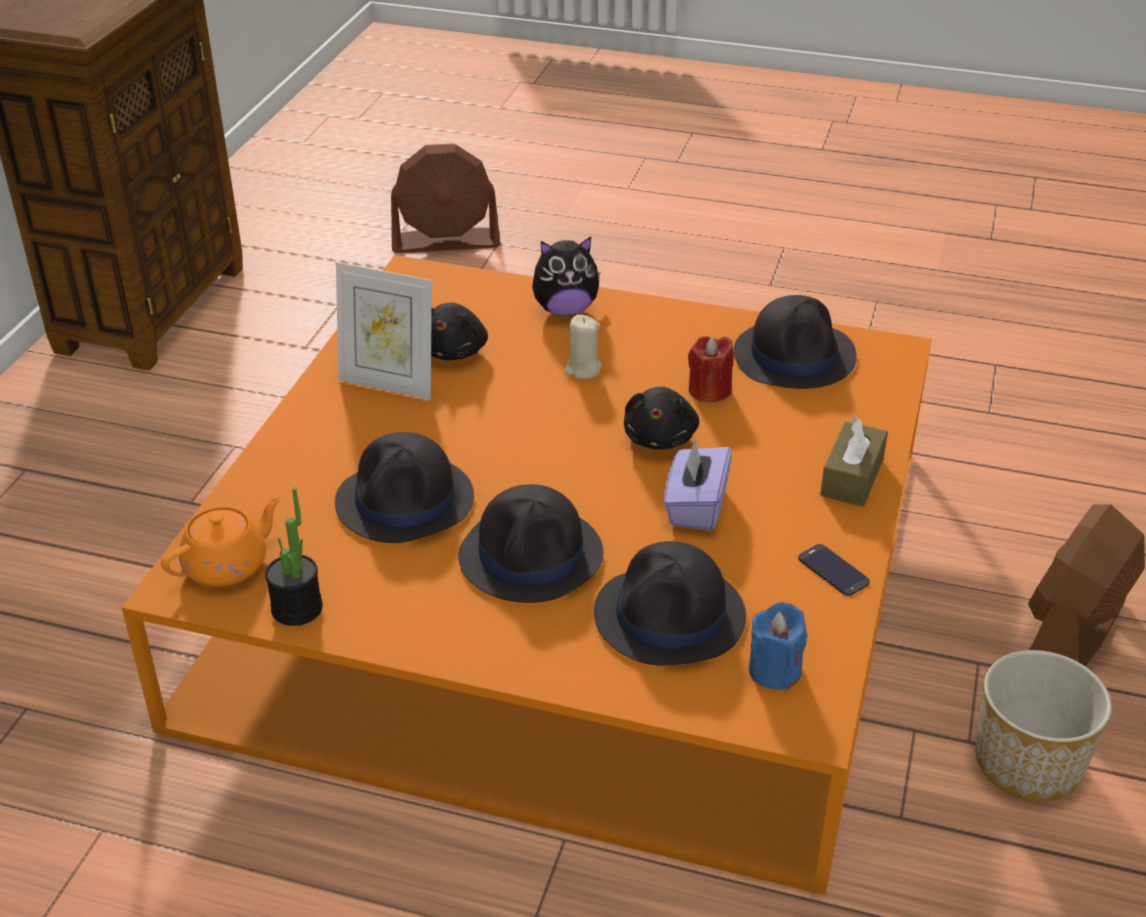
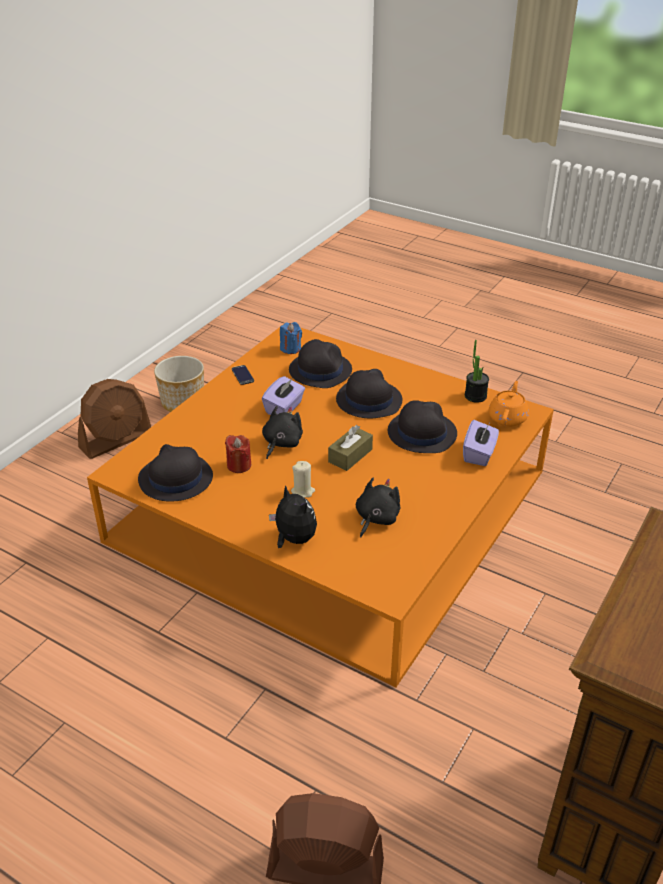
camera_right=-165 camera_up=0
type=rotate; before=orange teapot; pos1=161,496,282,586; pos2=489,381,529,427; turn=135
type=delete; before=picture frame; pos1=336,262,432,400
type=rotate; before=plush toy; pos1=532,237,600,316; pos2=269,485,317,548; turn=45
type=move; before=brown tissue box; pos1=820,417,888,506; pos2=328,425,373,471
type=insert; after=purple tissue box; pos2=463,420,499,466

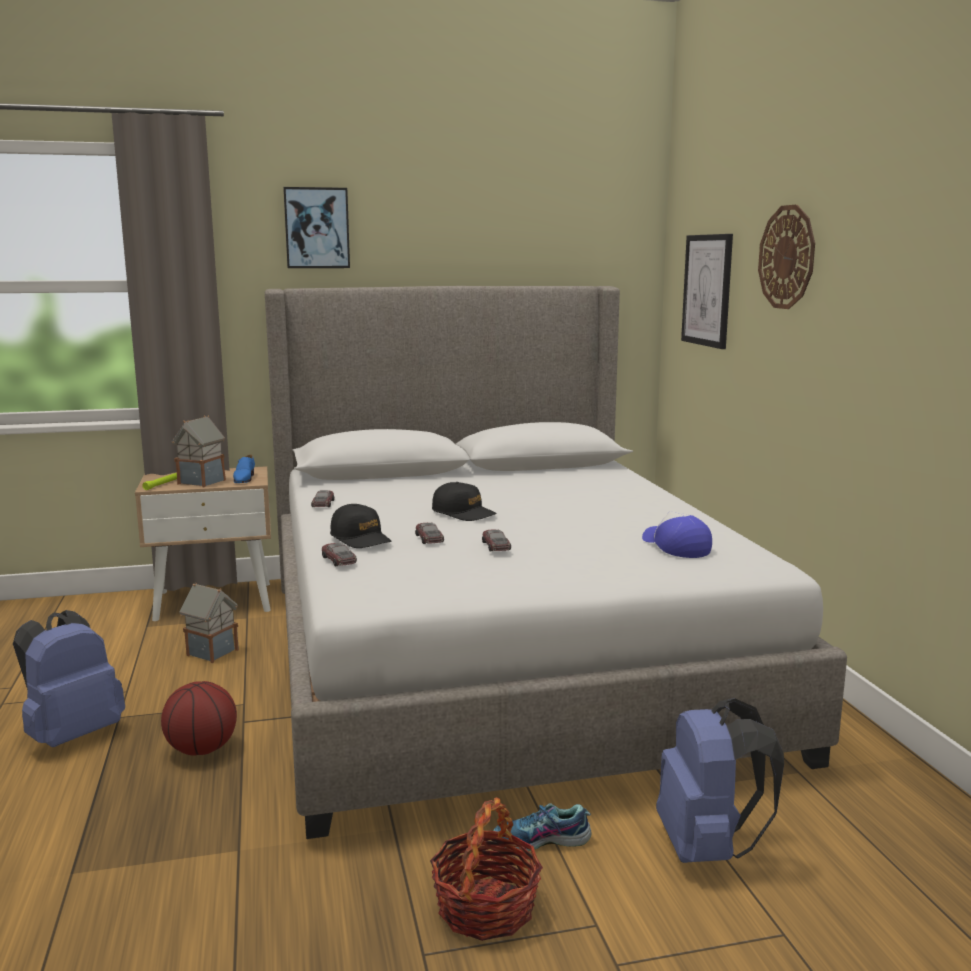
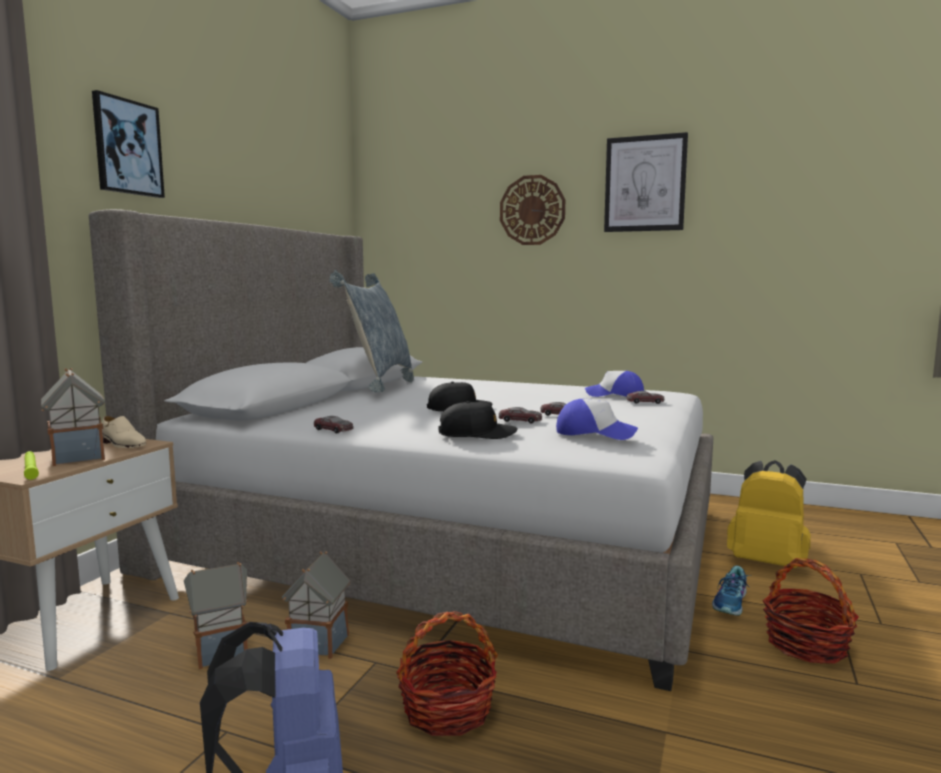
camera_right=-55 camera_up=-5
type=replace; before=basketball; after=basket; pos1=161,681,237,756; pos2=396,611,498,736
type=recolor; before=blue shoe; after=beige shoe; pos1=233,455,255,483; pos2=102,416,146,448
type=move; before=toy car; pos1=322,543,357,567; pos2=627,391,664,404
type=recolor; before=blue backpack; after=yellow backpack; pos1=656,698,784,863; pos2=727,460,811,568
type=move; before=picture; pos1=681,234,733,349; pos2=604,132,688,232
type=insert; after=toy house; pos2=282,551,351,659
type=insert; after=pillow; pos2=330,270,414,393
type=insert; after=cap; pos2=556,399,638,440

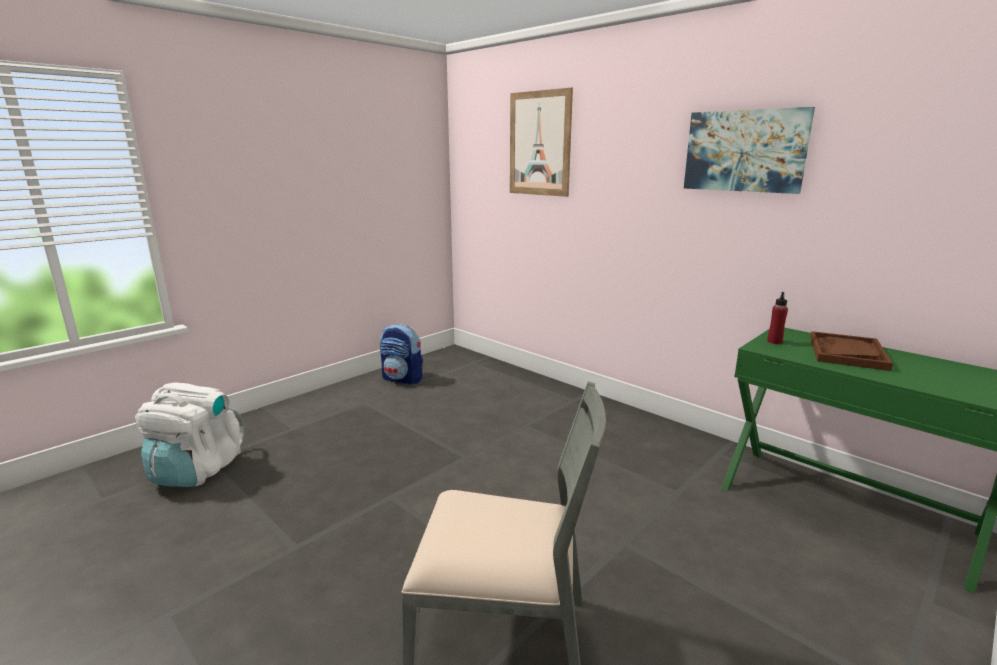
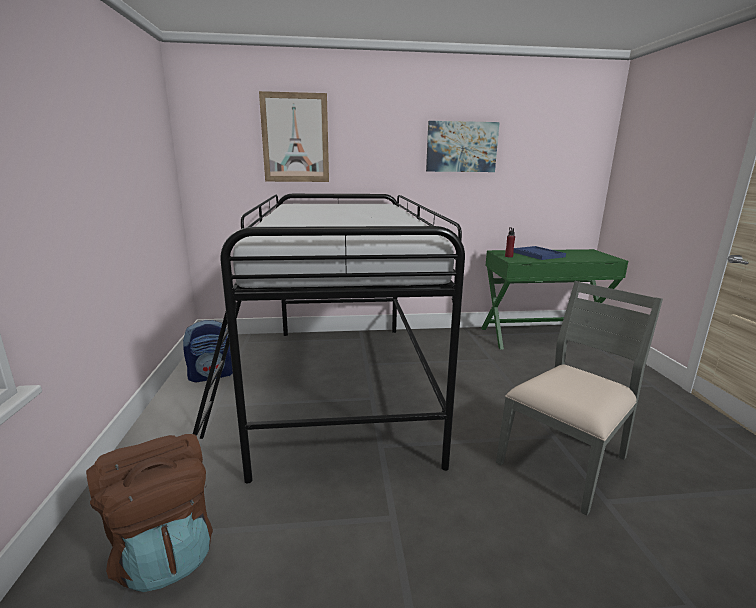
camera_right=-50 camera_up=0
type=recolor; before=white backpack; after=brown backpack; pos1=135,382,245,487; pos2=86,434,213,592
type=recolor; before=brown tray; after=blue tray; pos1=810,331,893,371; pos2=514,246,566,260
type=insert; after=black bed; pos2=193,194,465,484

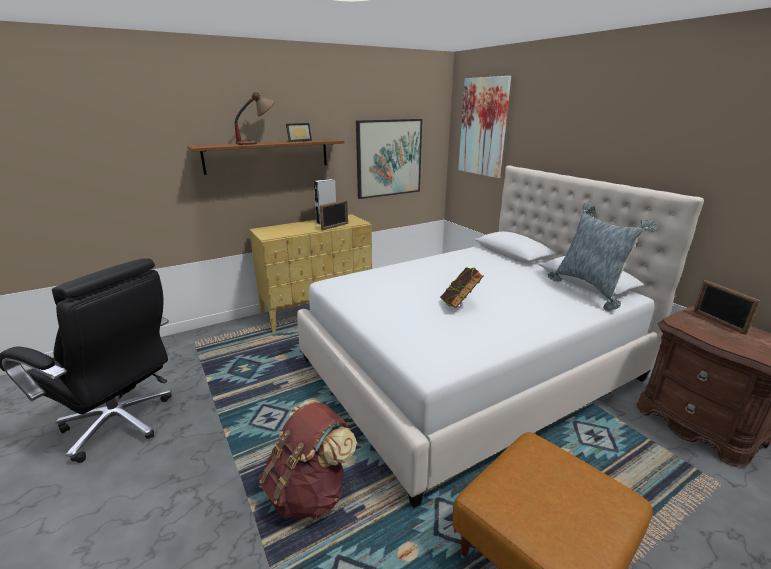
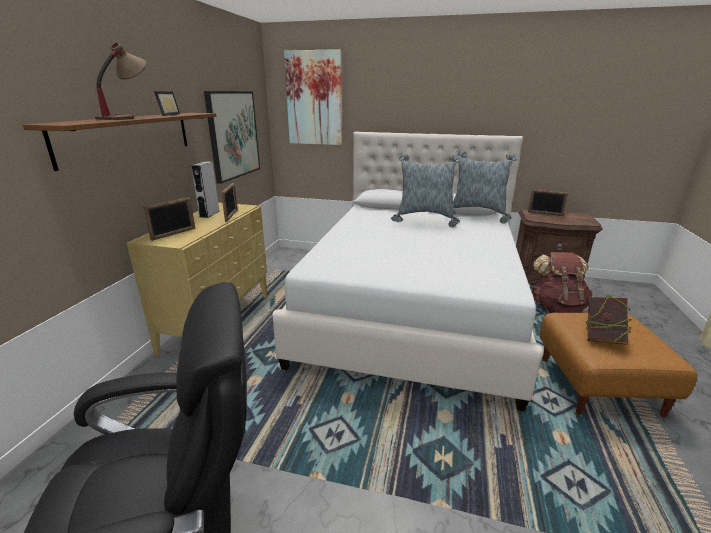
camera_right=-45 camera_up=0
type=move; before=brown backpack; pos1=259,399,357,519; pos2=531,252,593,313
type=move; before=book; pos1=440,267,484,308; pos2=586,295,632,345
type=insert; after=picture frame; pos2=143,197,195,241
type=insert; after=pillow; pos2=391,153,461,227

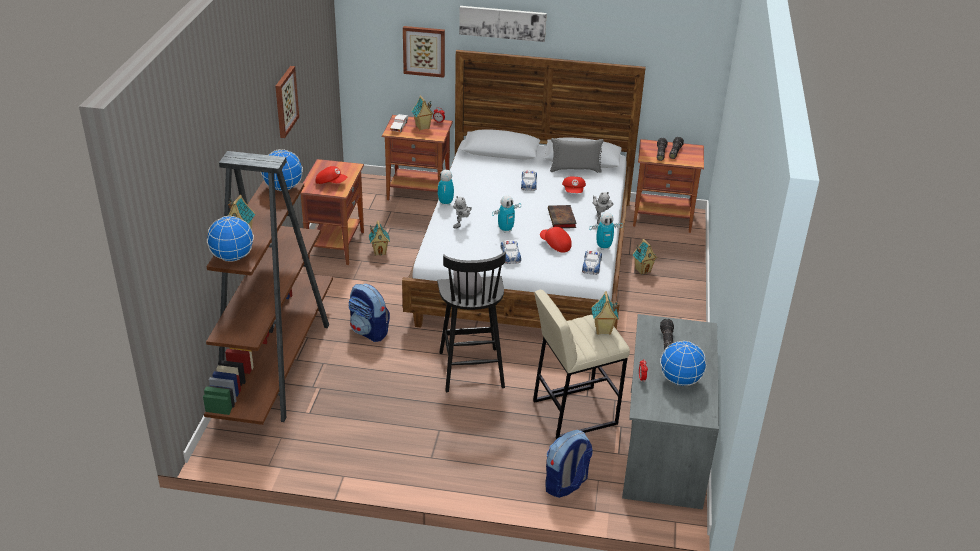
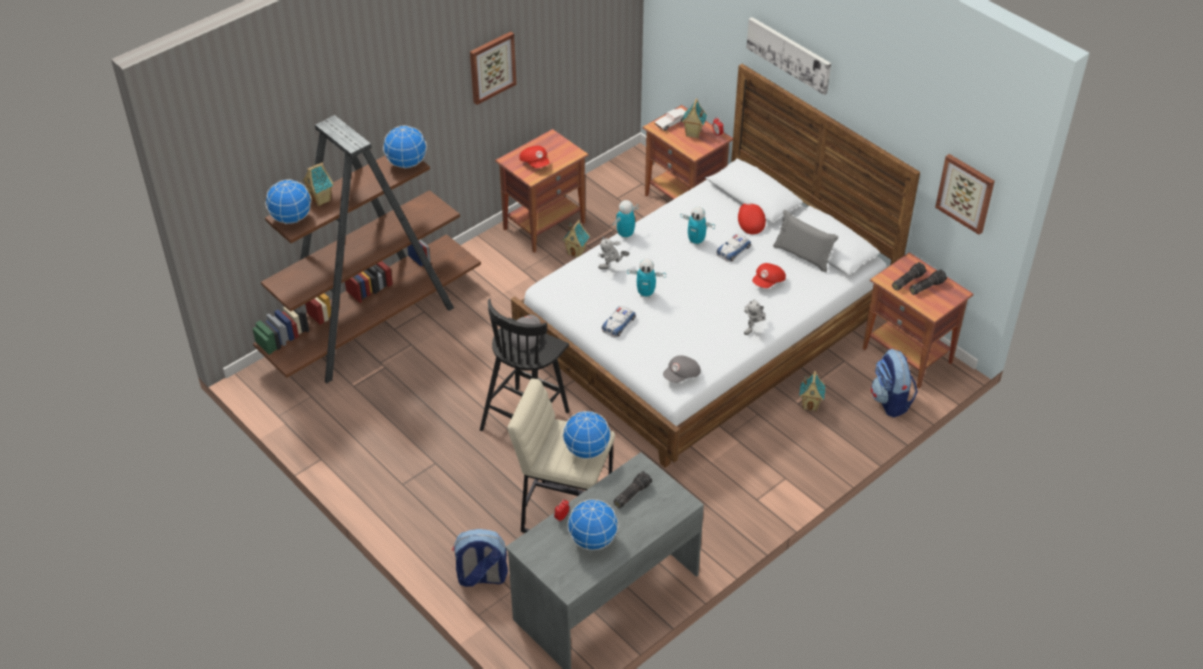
camera_right=40 camera_up=10
type=move; before=backpack; pos1=349,284,390,342; pos2=871,349,918,417
type=move; before=picture; pos1=403,26,445,78; pos2=935,154,995,235
type=move; before=red cap; pos1=540,227,572,253; pos2=738,203,766,234
type=delete; before=book; pos1=548,205,577,228
type=replace; before=toy car; after=grey cap; pos1=582,250,602,275; pos2=663,355,701,383
type=move; before=toy robot; pos1=589,212,623,250; pos2=680,206,715,246
type=replace; before=toy house; after=globe; pos1=591,291,619,335; pos2=562,411,611,459

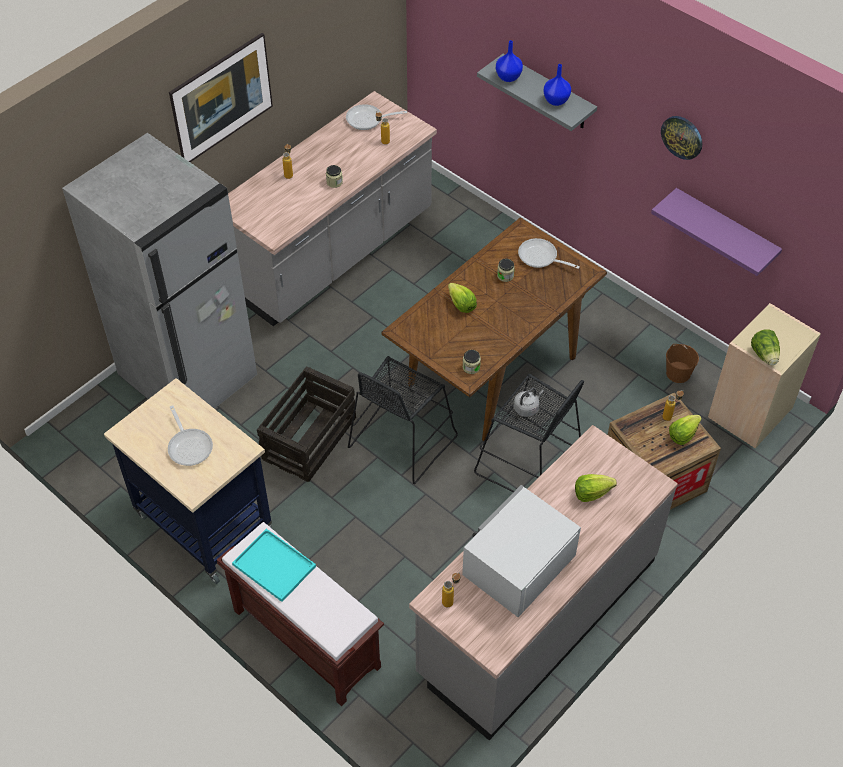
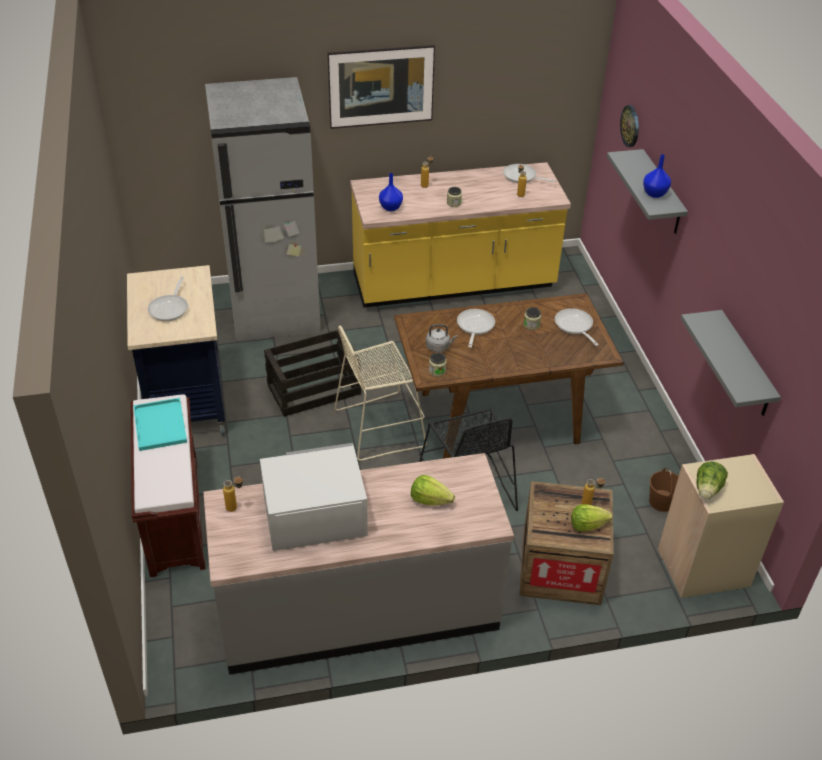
camera_right=35 camera_up=-10
type=recolor; before=grey counter; after=yellow counter; pos1=228,91,437,326; pos2=350,162,571,308
type=recolor; before=black stool; after=beige stool; pos1=348,356,458,484; pos2=334,326,427,461
type=replace; before=lettuce; after=frying pan; pos1=448,283,477,313; pos2=457,309,495,348
type=move; before=blue vase; pos1=496,40,523,82; pos2=379,173,403,211
type=move; before=grey kettle; pos1=514,388,544,417; pos2=426,324,457,352
type=recolor; before=purple shelf; after=grey shelf; pos1=651,188,782,276; pos2=681,310,781,416
type=move; before=wall clock; pos1=661,116,702,160; pos2=620,105,639,147

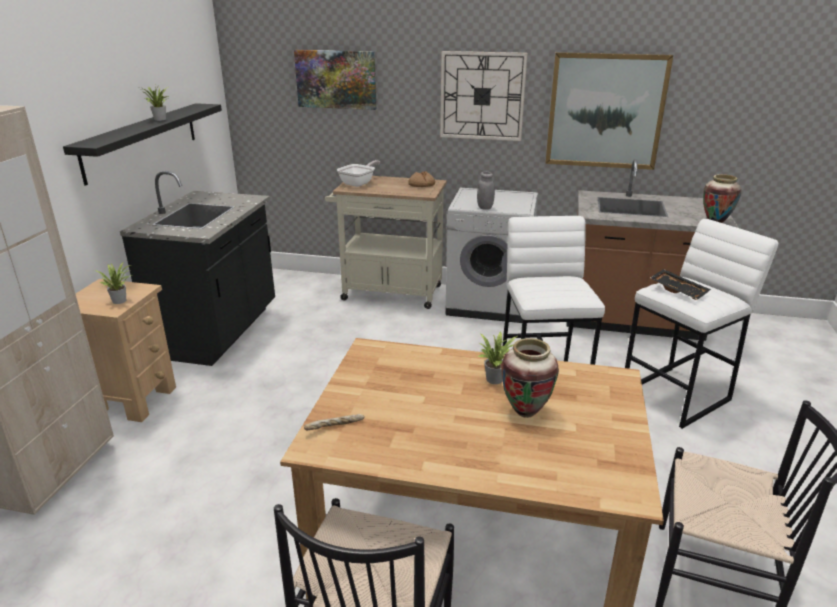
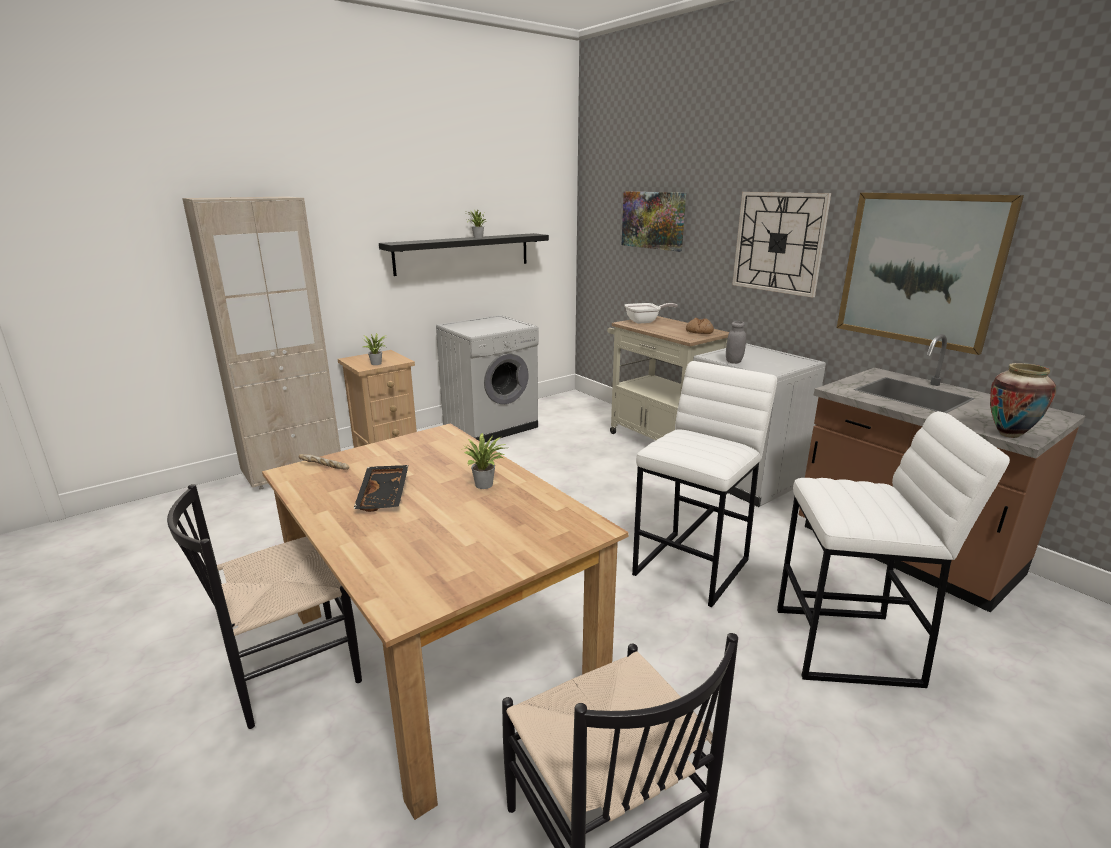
camera_right=40 camera_up=-5
type=replace; before=black counter; after=white washing machine; pos1=120,171,275,366; pos2=436,315,539,442
type=delete; before=vase; pos1=501,338,559,418
type=move; before=black tray; pos1=650,269,711,300; pos2=353,465,408,512

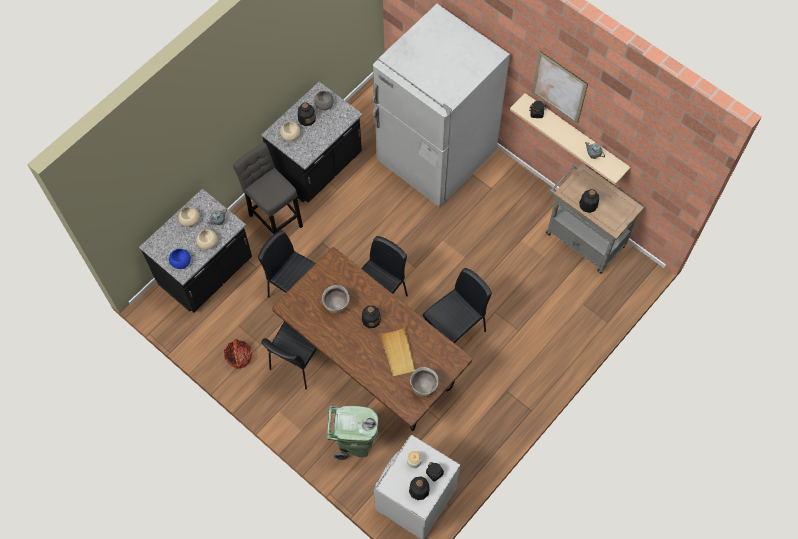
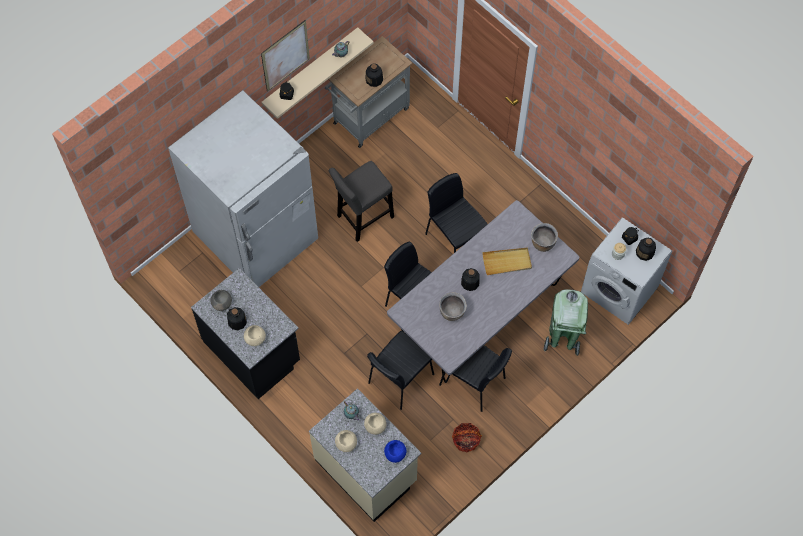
camera_right=-85 camera_up=0
type=recolor; before=black counter; after=beige counter; pos1=139,189,252,313; pos2=309,388,421,522
type=move; before=grey stool; pos1=233,142,303,234; pos2=328,161,394,242
type=recolor; before=brown dining table; after=grey dining table; pos1=272,247,472,431; pos2=387,200,579,383

